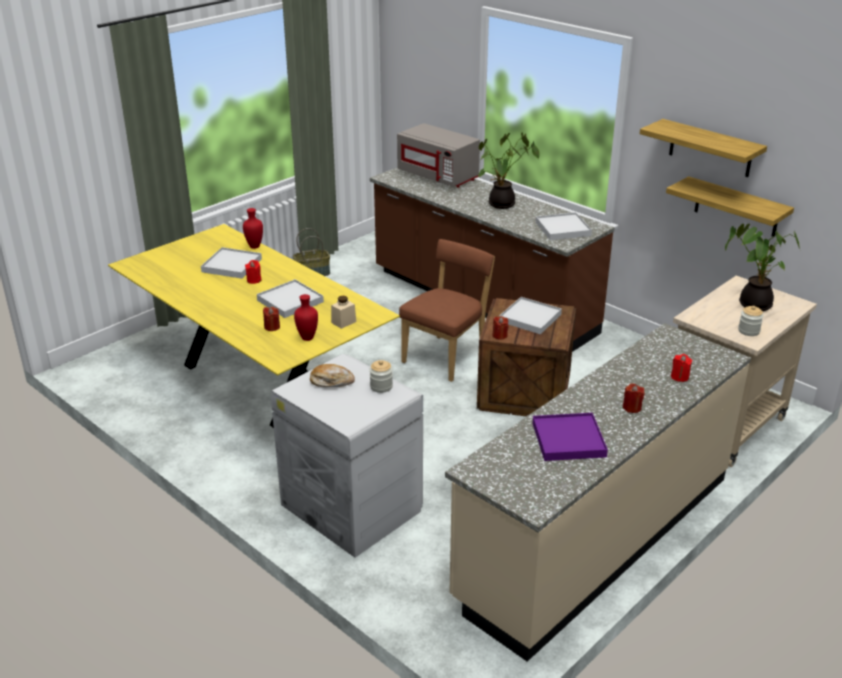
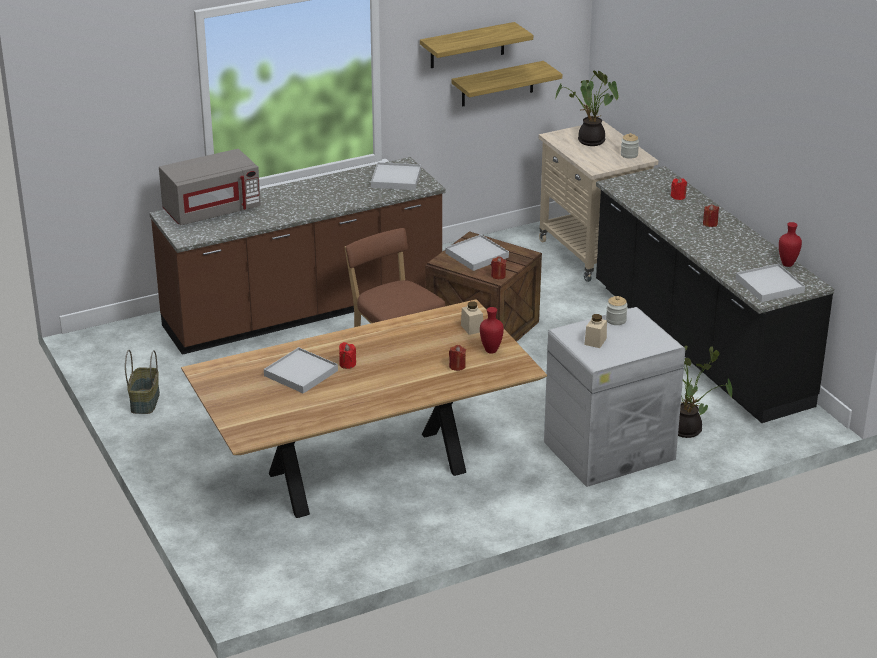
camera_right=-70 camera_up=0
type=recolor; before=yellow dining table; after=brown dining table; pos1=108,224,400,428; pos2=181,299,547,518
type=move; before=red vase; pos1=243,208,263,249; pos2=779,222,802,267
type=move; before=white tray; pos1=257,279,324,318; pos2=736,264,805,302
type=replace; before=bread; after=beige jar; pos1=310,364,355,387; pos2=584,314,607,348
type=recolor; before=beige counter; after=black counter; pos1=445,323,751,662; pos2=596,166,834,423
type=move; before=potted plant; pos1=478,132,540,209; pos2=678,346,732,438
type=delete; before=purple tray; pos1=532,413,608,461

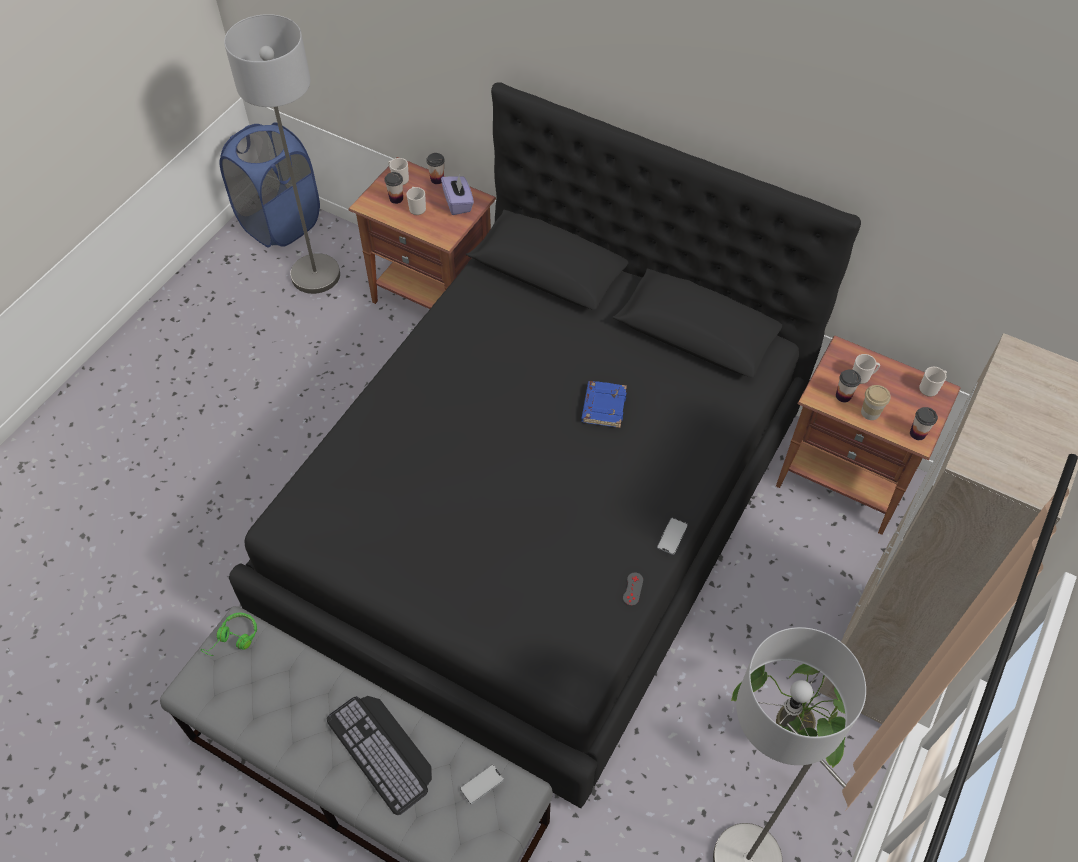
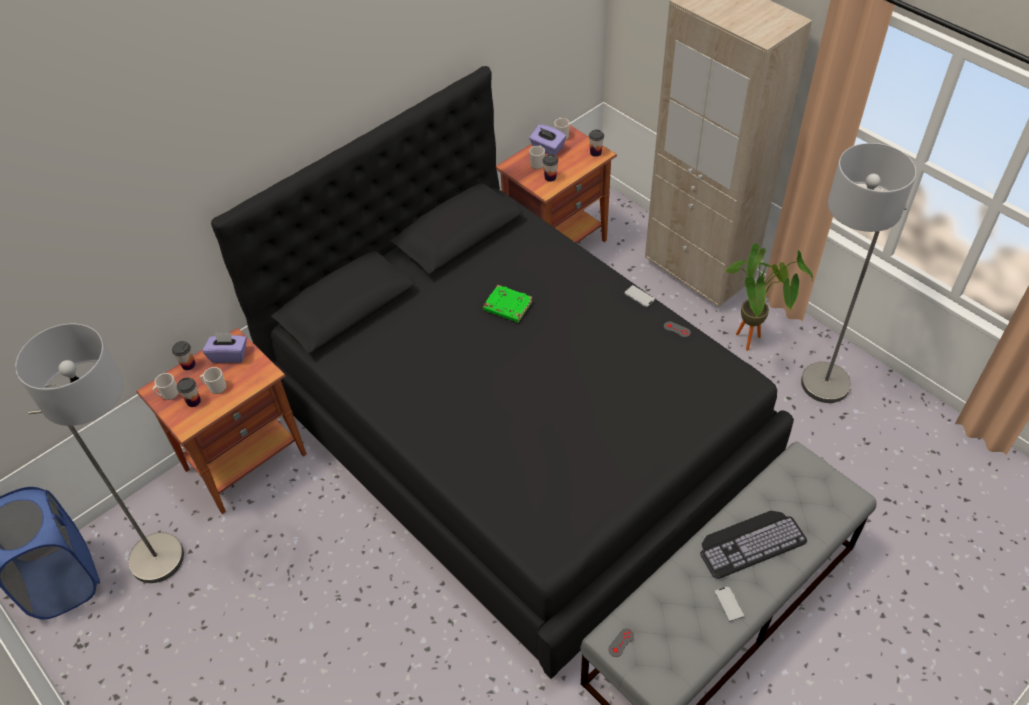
camera_right=-70 camera_up=-5
type=replace; before=green headphones; after=grey game controller; pos1=201,613,257,656; pos2=608,628,634,657
type=move; before=phone; pos1=460,765,504,804; pos2=714,586,745,622
type=recolor; before=blue book; after=green book; pos1=581,381,627,428; pos2=483,285,533,323
type=delete; before=cup; pos1=861,385,891,420
type=insert; after=purple tissue box; pos2=529,124,566,155

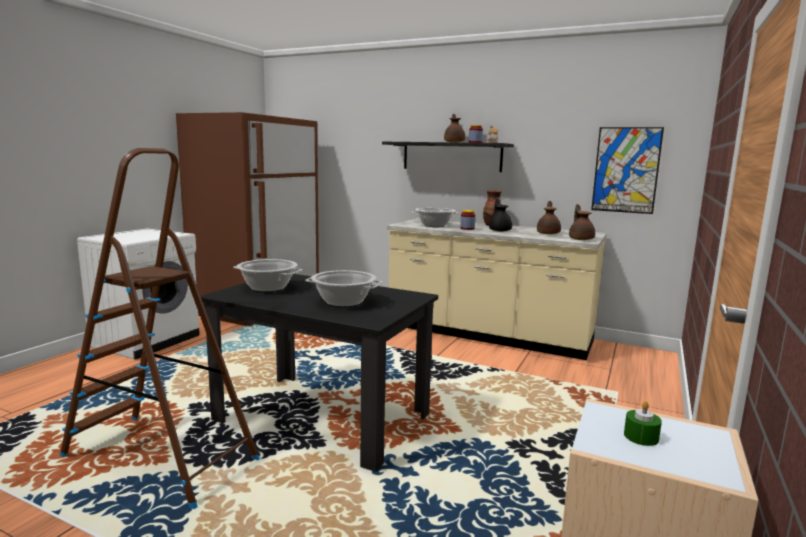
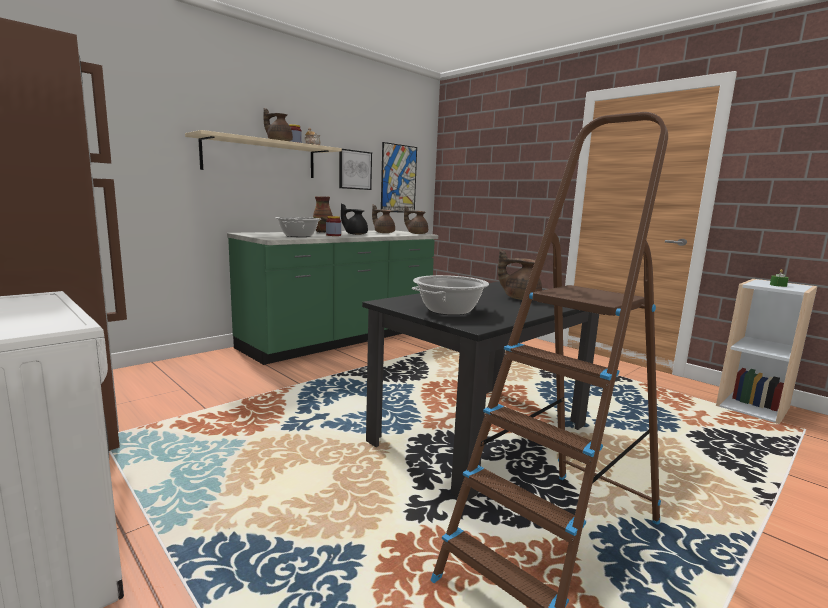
camera_right=-70 camera_up=0
type=replace; before=cooking pot; after=brown teapot; pos1=305,270,383,307; pos2=498,249,542,300
type=recolor; before=black shelf; after=beige shelf; pos1=382,142,514,172; pos2=185,130,342,178
type=recolor; before=beige counter; after=green counter; pos1=387,218,607,360; pos2=227,230,438,365
type=insert; after=picture; pos2=339,149,372,190

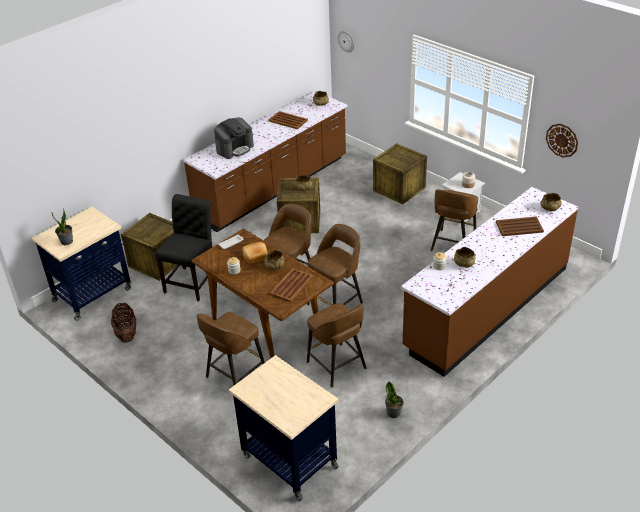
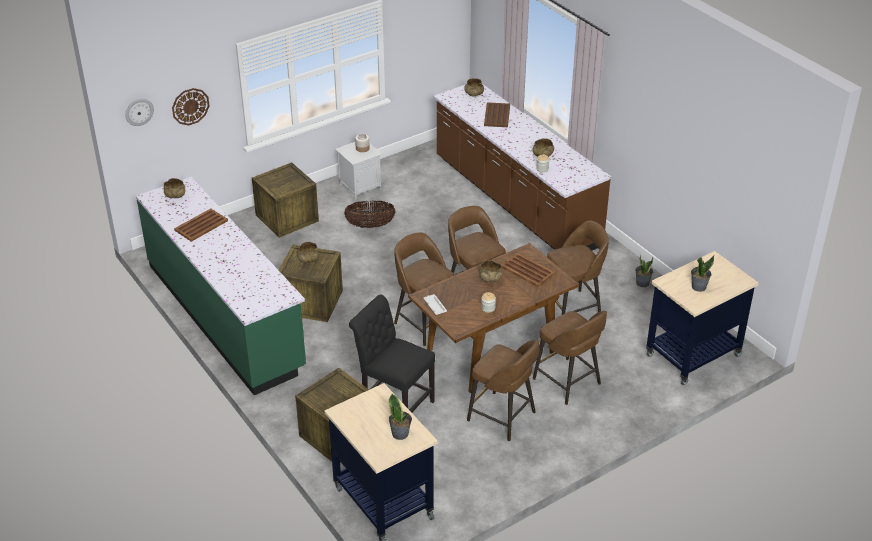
camera_right=-80 camera_up=0
type=move; before=basket; pos1=111,303,136,342; pos2=344,200,395,228
type=recolor; before=brown counter; after=green counter; pos1=183,91,347,232; pos2=136,177,306,395
type=delete; before=coffee machine; pos1=214,118,254,159
type=delete; before=bread; pos1=243,242,268,264
type=move; before=brown stool; pos1=430,190,478,251; pos2=467,339,540,441
type=move; before=wall clock; pos1=546,124,578,158; pos2=172,88,210,126
type=insert; after=potted plant; pos2=691,255,714,292

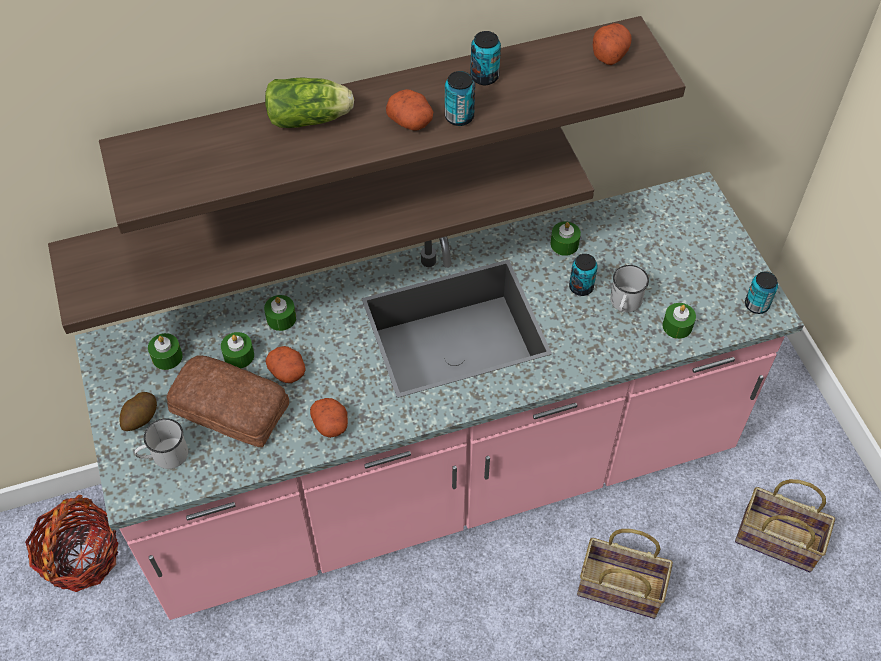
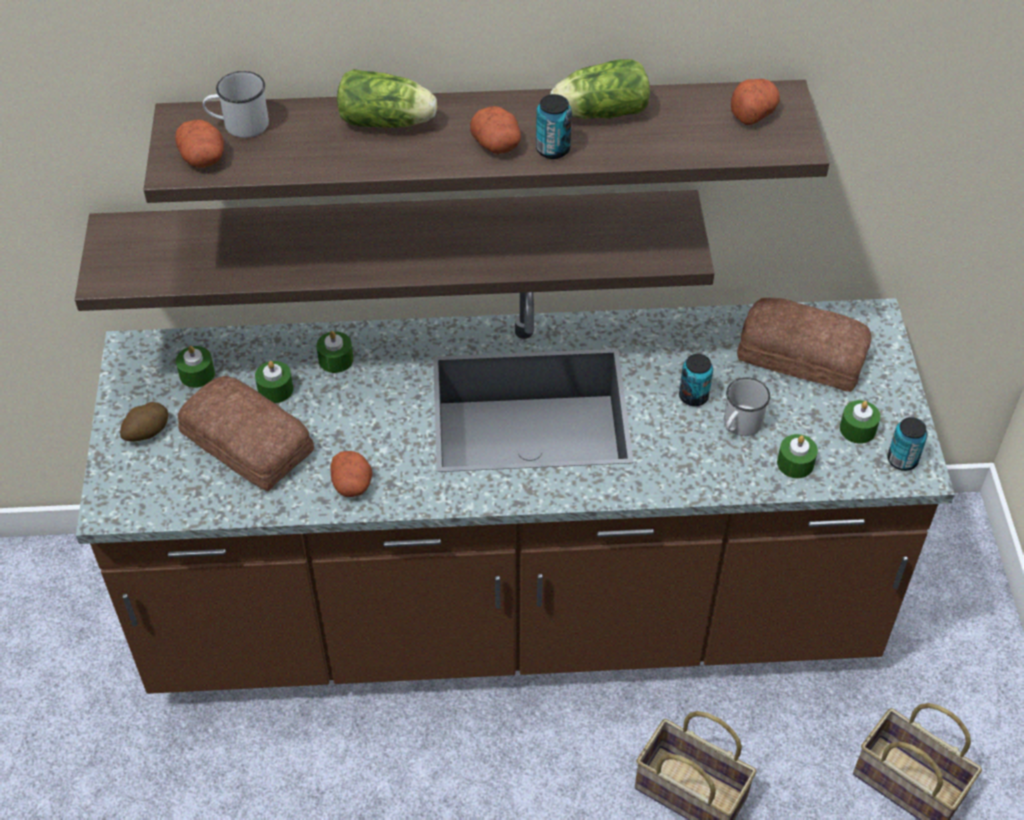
camera_right=15 camera_up=-5
type=delete; before=basket; pos1=25,495,118,592
type=recolor; before=pink counter; after=brown counter; pos1=75,172,804,620; pos2=76,292,955,694
type=move; before=white mug; pos1=135,418,188,469; pos2=203,71,269,138
type=move; before=potato; pos1=265,346,305,383; pos2=175,120,224,168
type=replace; before=can; after=lettuce; pos1=470,31,501,85; pos2=550,59,650,118
type=move; before=green candle; pos1=550,221,581,256; pos2=840,400,881,444
type=insert; after=bread; pos2=737,298,872,392

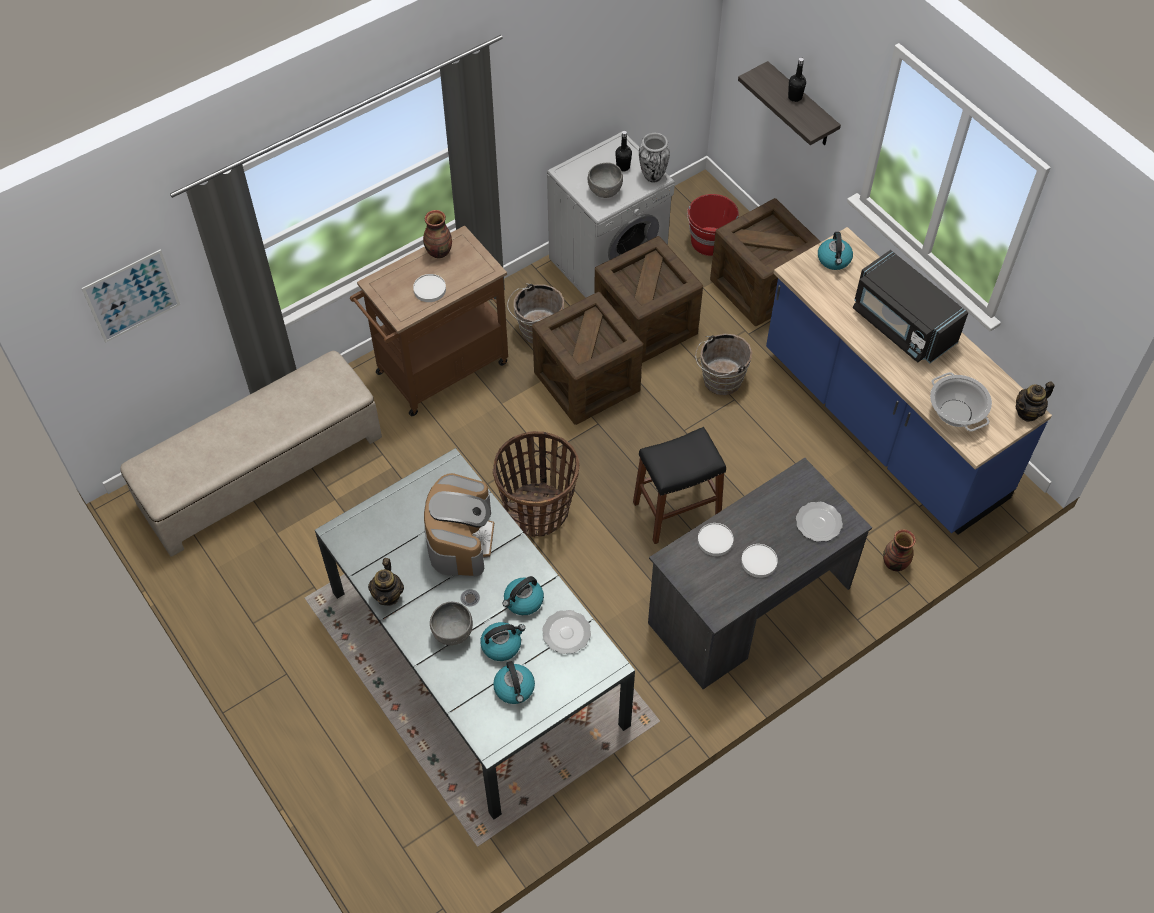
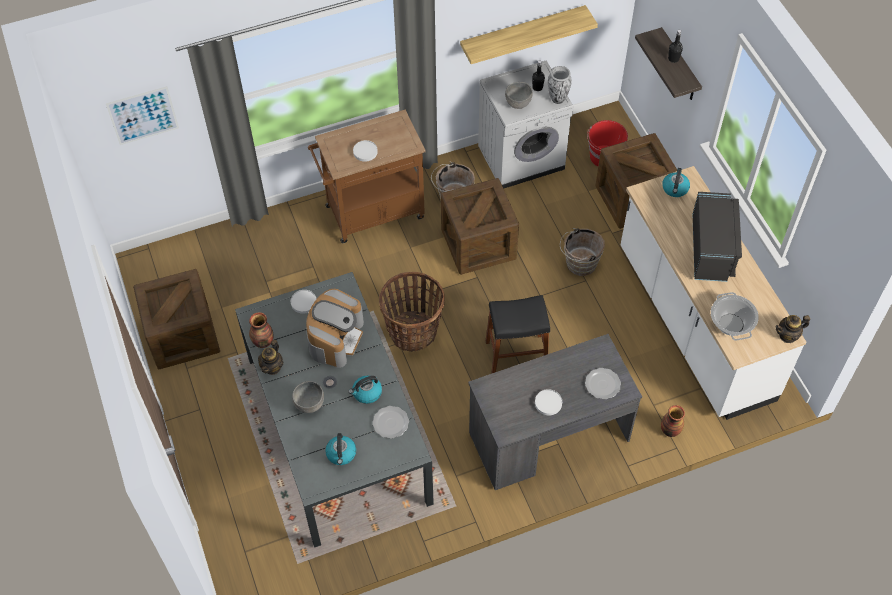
camera_right=15 camera_up=0
type=delete; before=beige bench; pos1=121,351,382,557
type=move; before=vase; pos1=423,210,452,258; pos2=249,312,274,348
type=delete; before=kettle; pos1=480,622,525,661
type=move; before=crate; pos1=594,236,703,363; pos2=133,269,220,369
type=move; before=white plate; pos1=698,523,734,556; pos2=291,290,316,314
type=recolor; before=blue counter; after=white counter; pos1=766,227,1052,535; pos2=621,166,806,420
type=rotate; before=black microwave; pos1=853,250,968,363; pos2=692,192,742,282; turn=-150
type=insert; after=shelf; pos2=460,5,598,64

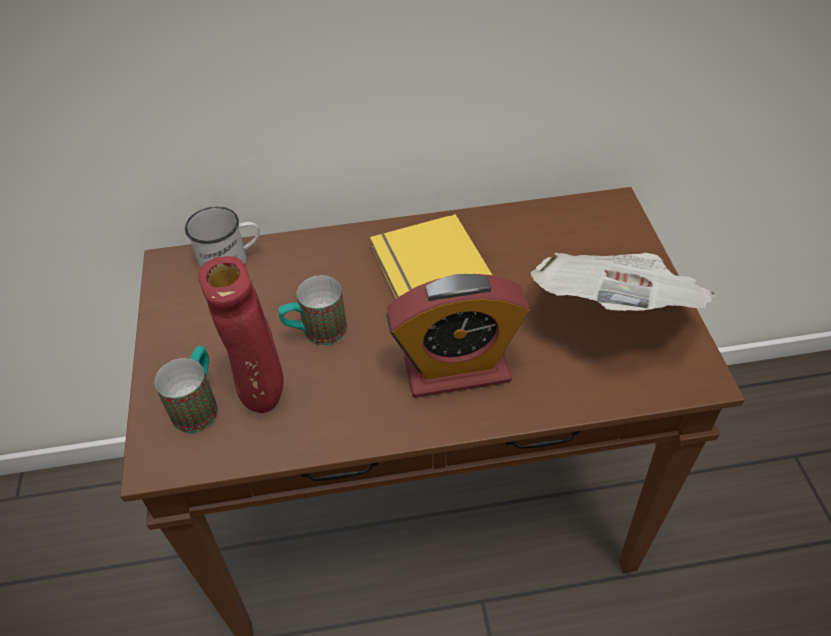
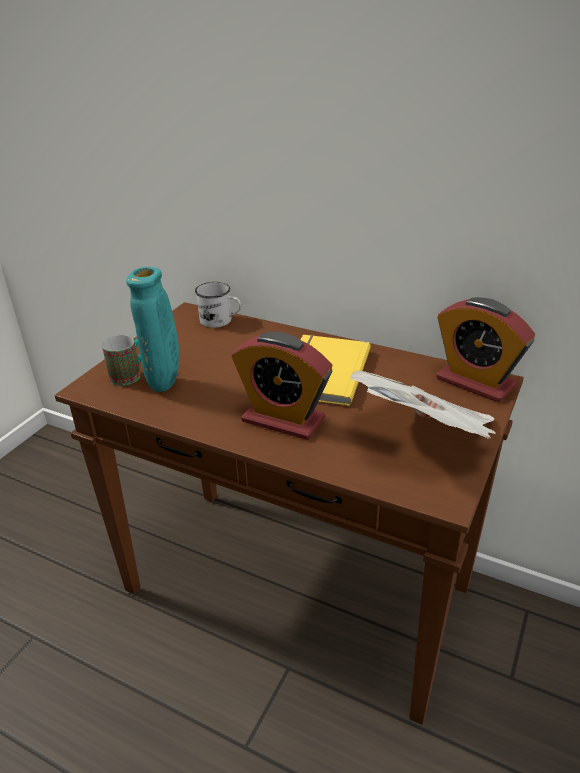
camera_right=35 camera_up=-15
type=recolor; before=red vase; after=turquoise vase; pos1=198,256,284,413; pos2=126,267,179,392
type=delete; before=mug; pos1=278,275,347,346
type=insert; after=alarm clock; pos2=436,297,535,403

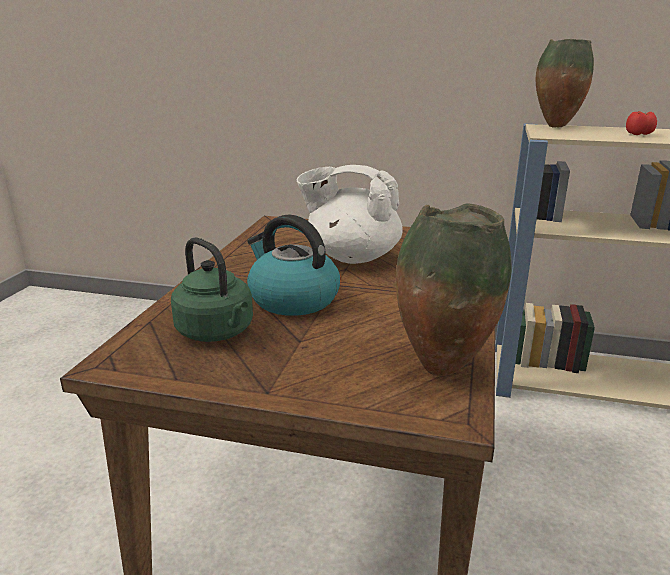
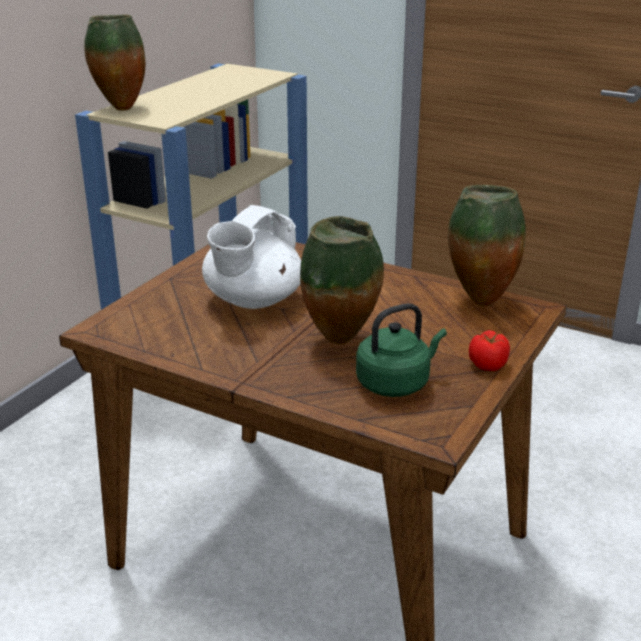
camera_right=-75 camera_up=5
type=replace; before=kettle; after=vase; pos1=247,215,340,316; pos2=300,216,384,345
type=move; before=tomato; pos1=626,111,657,135; pos2=469,330,510,371

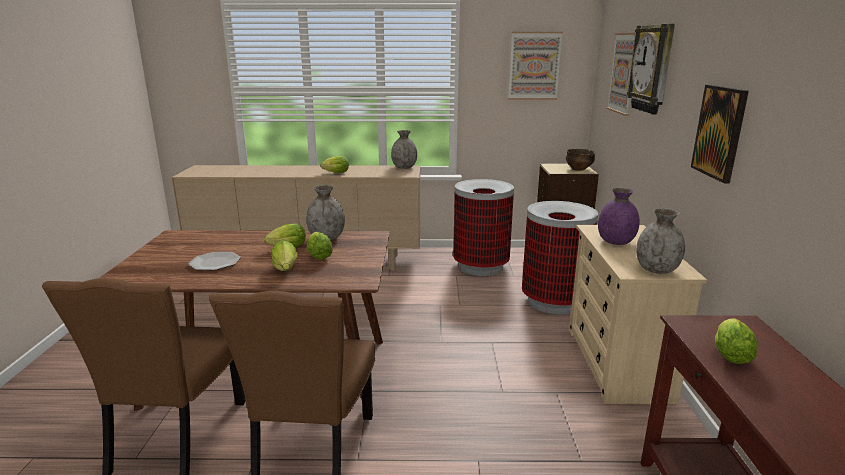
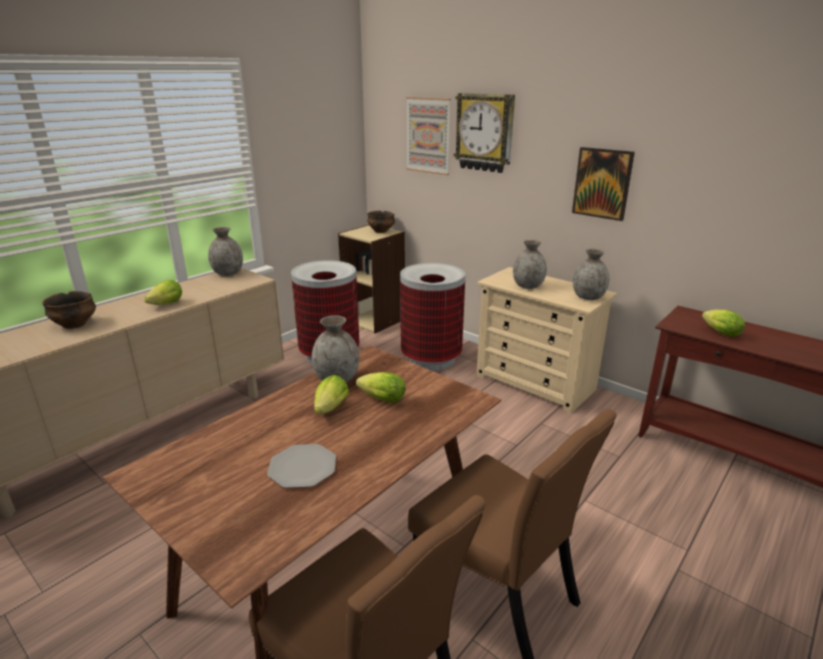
camera_right=-50 camera_up=5
type=delete; before=lettuce; pos1=271,241,298,271
type=delete; before=picture; pos1=508,32,563,100
type=recolor; before=purple vase; after=grey vase; pos1=598,188,640,245; pos2=513,240,547,289
type=insert; after=bowl; pos2=42,291,96,329

